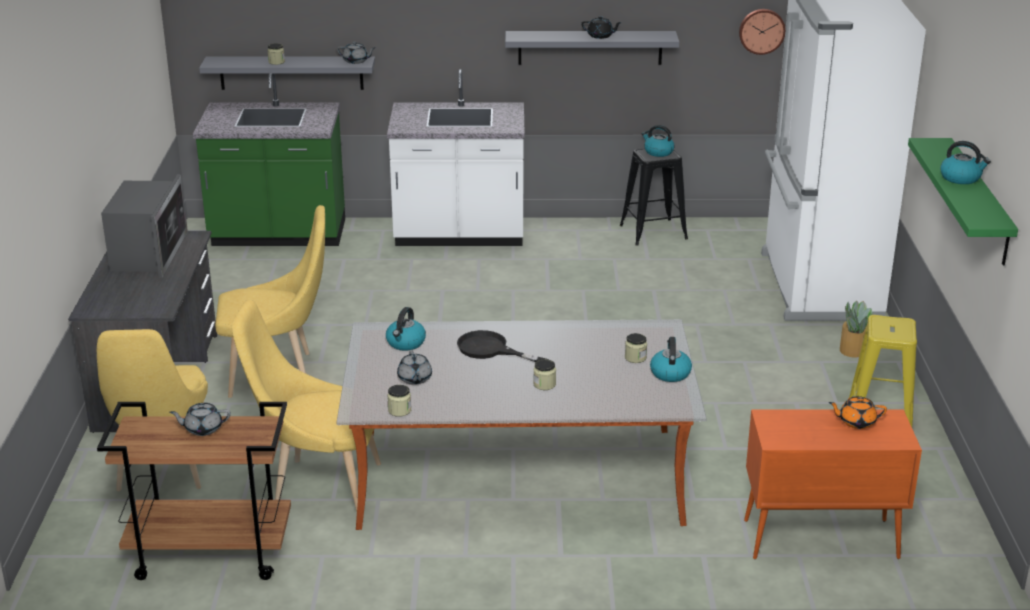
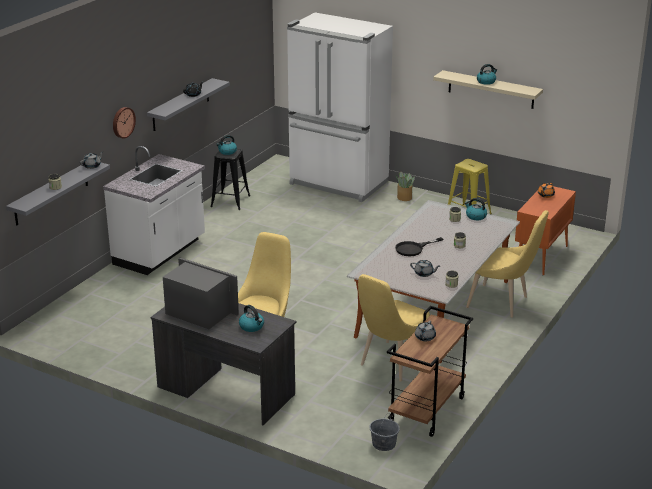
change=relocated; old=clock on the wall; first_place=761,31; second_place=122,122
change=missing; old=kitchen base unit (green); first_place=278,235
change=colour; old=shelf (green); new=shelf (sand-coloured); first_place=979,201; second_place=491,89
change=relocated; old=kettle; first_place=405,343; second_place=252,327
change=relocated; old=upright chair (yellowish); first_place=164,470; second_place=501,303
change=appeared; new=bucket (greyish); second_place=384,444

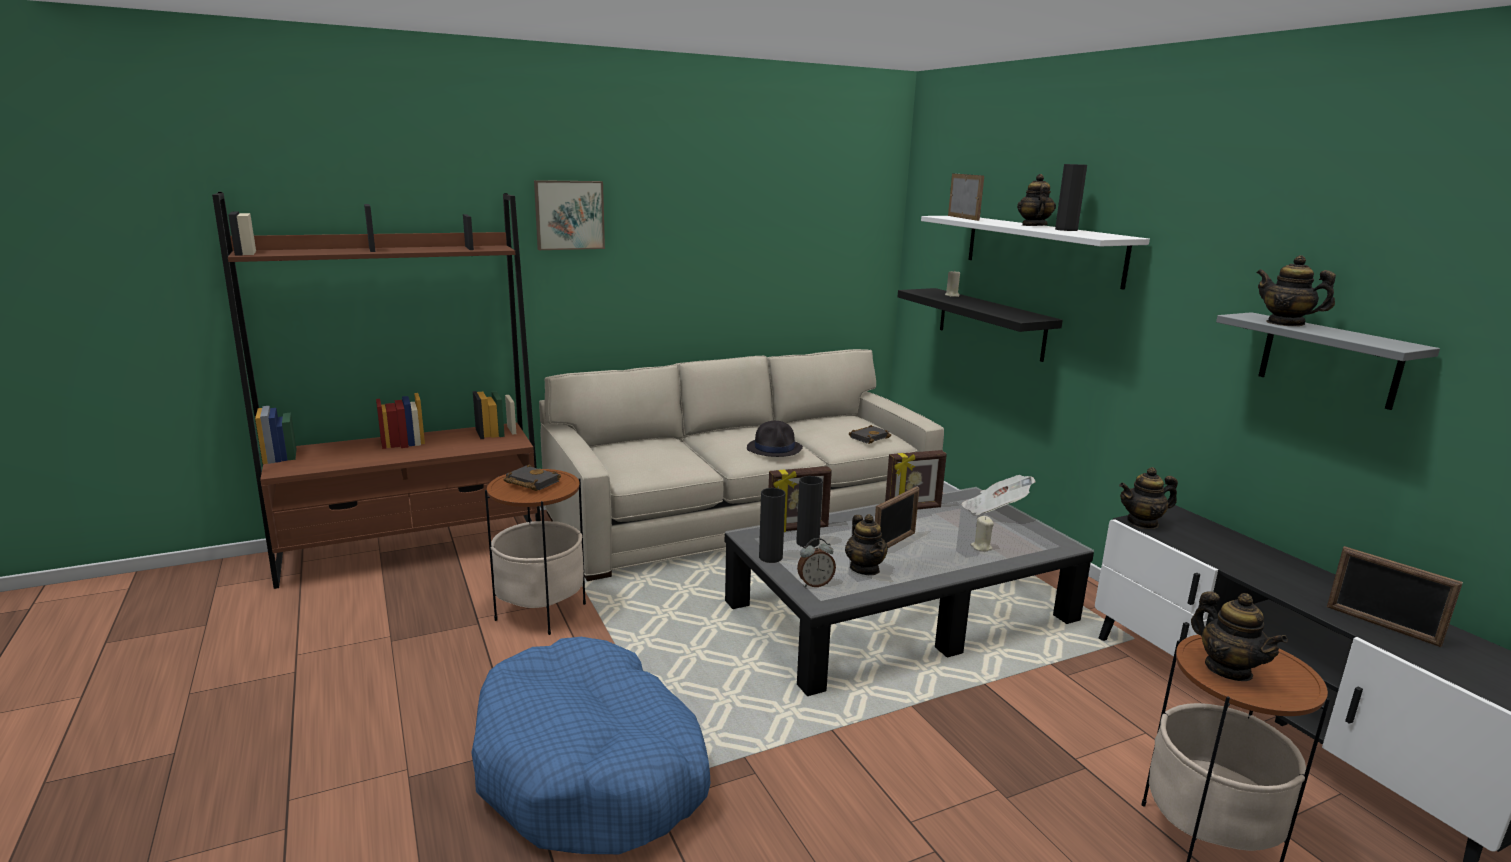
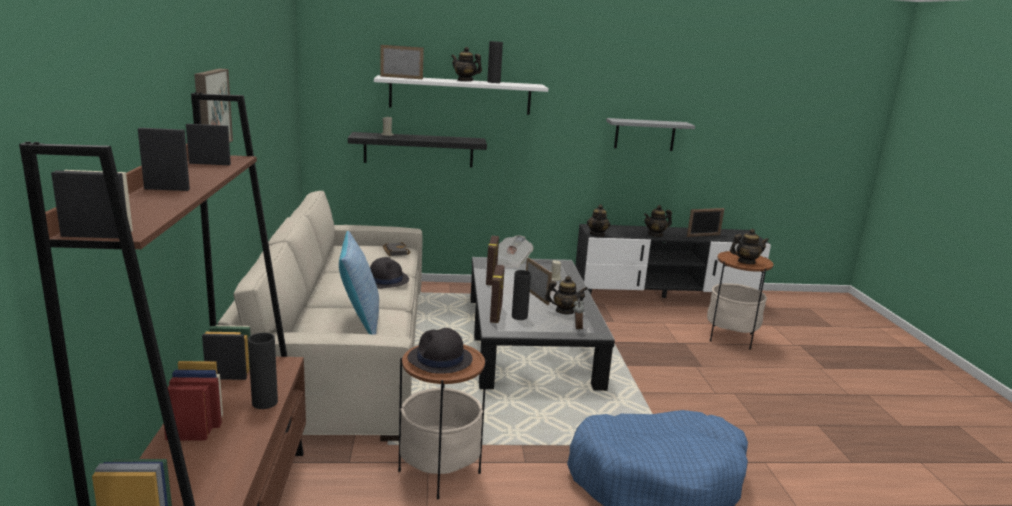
change=relocated; old=tea pot; first_place=1285,323; second_place=655,234
change=exchanged; old=volume (black); new=wearable hat (black); first_place=530,482; second_place=439,360
change=relocated; old=decorative vase (black); first_place=770,557; second_place=265,402
change=appeared; new=pillow; second_place=359,323

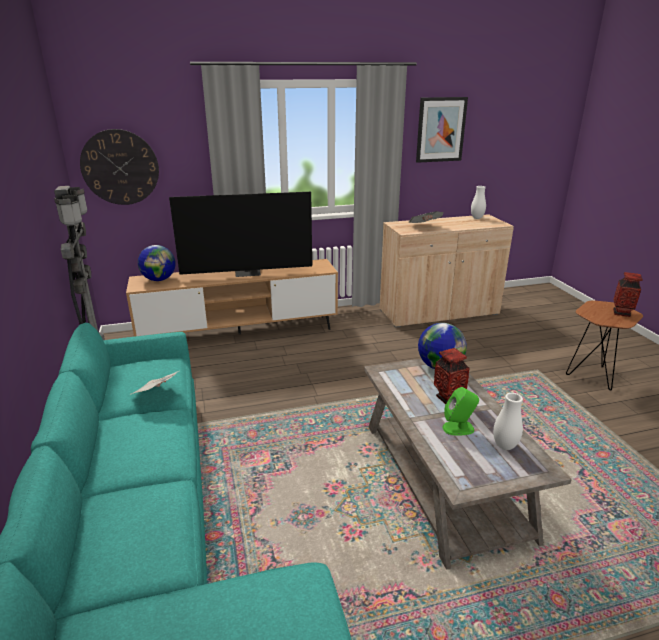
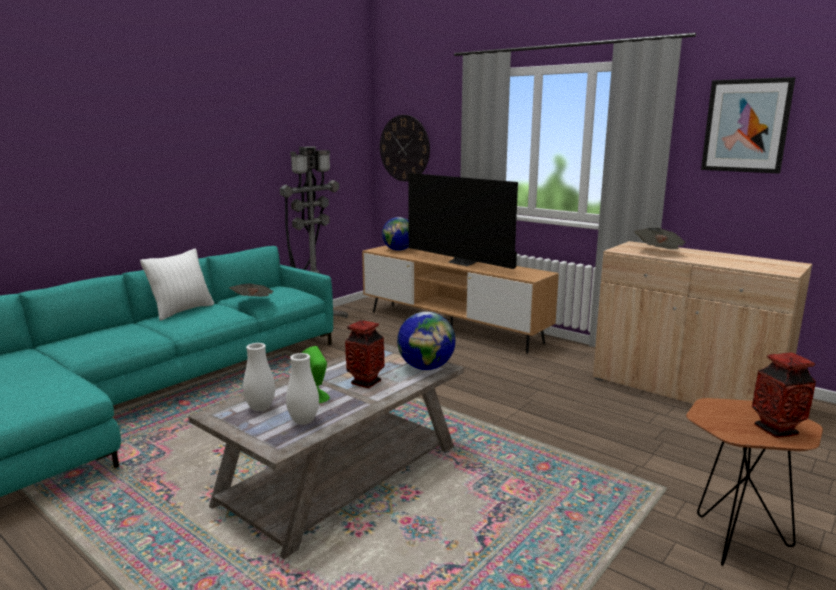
change=relocated; old=decorative vase (white); first_place=477,218; second_place=260,408
change=appeared; new=pillow (white); second_place=182,311

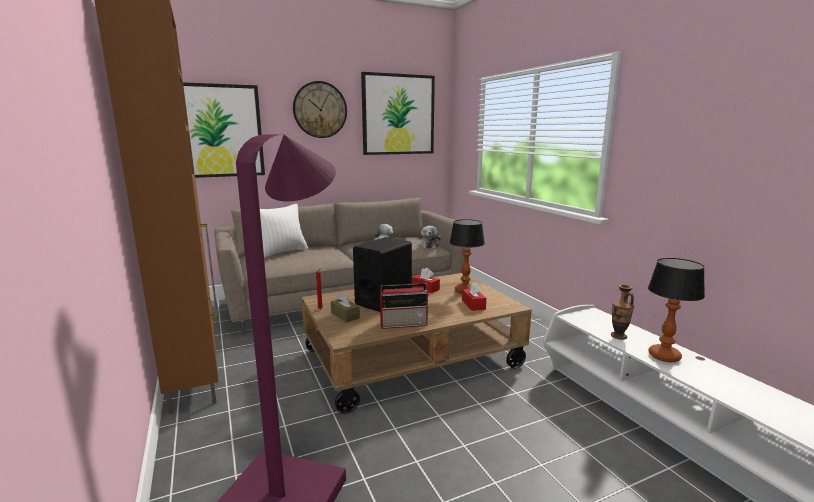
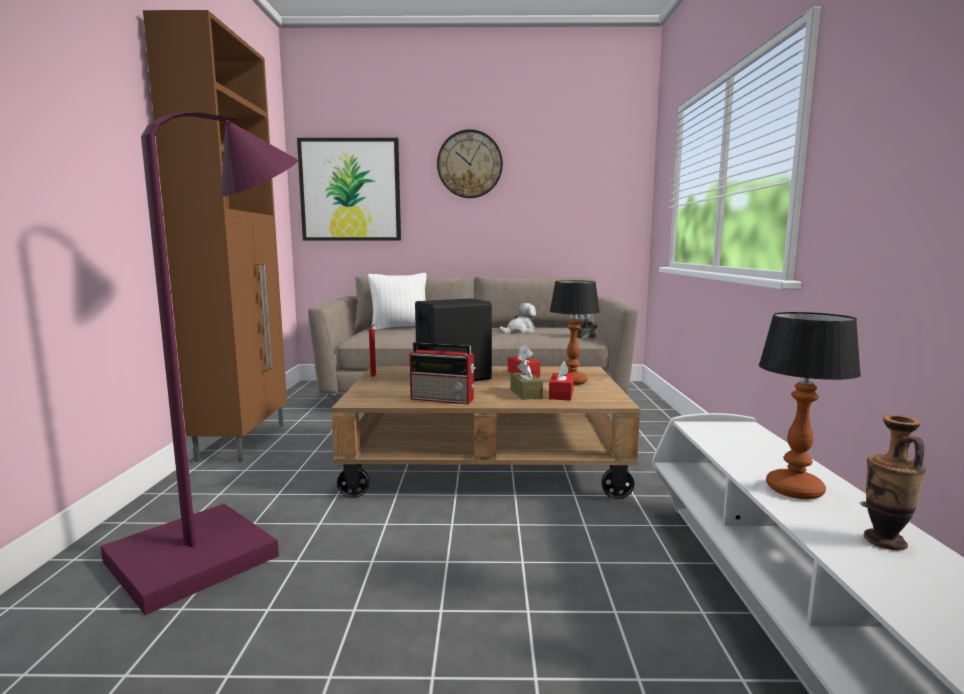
change=missing; old=wall picture; first_place=398,115
change=relocated; old=decorative vase; first_place=618,336; second_place=884,541
change=relocated; old=tissue holder (brownish); first_place=345,315; second_place=526,393

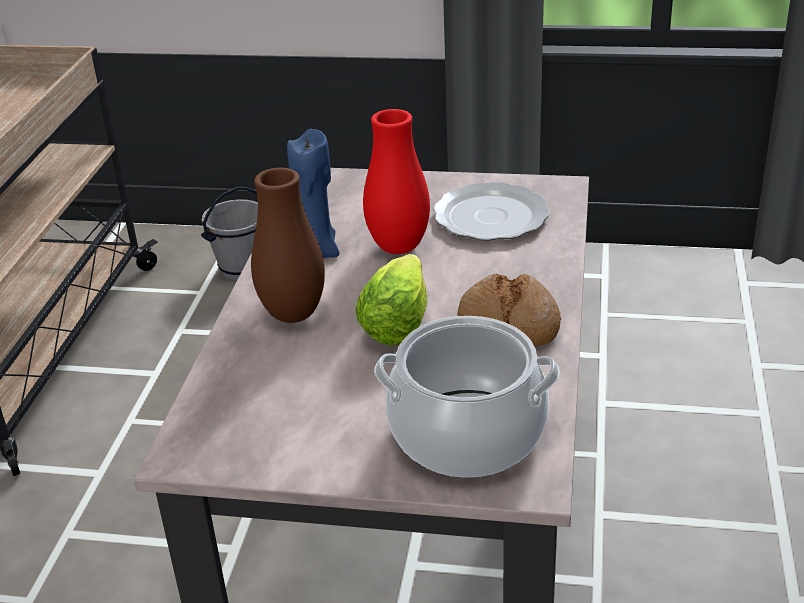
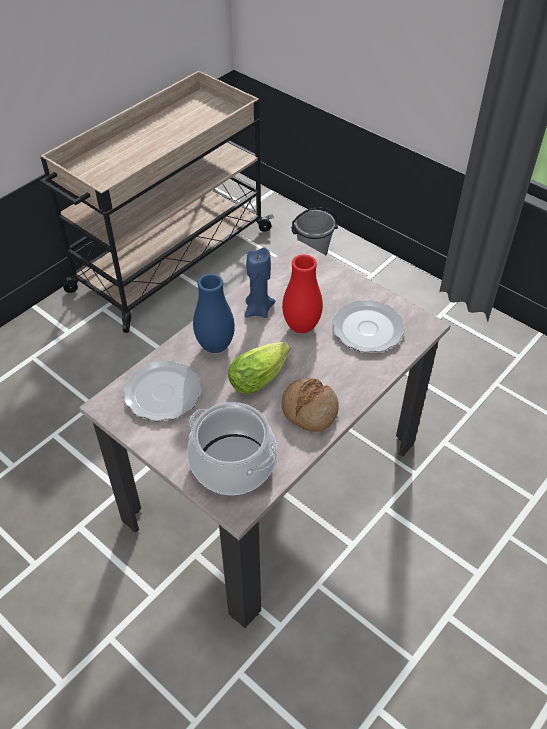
change=colour; old=decorative vase (brownish); new=decorative vase (bluish); first_place=293,314; second_place=215,346
change=appeared; new=dinner plate; second_place=162,393

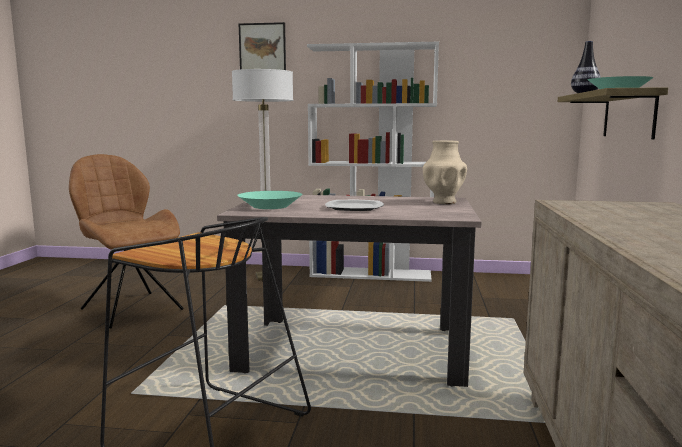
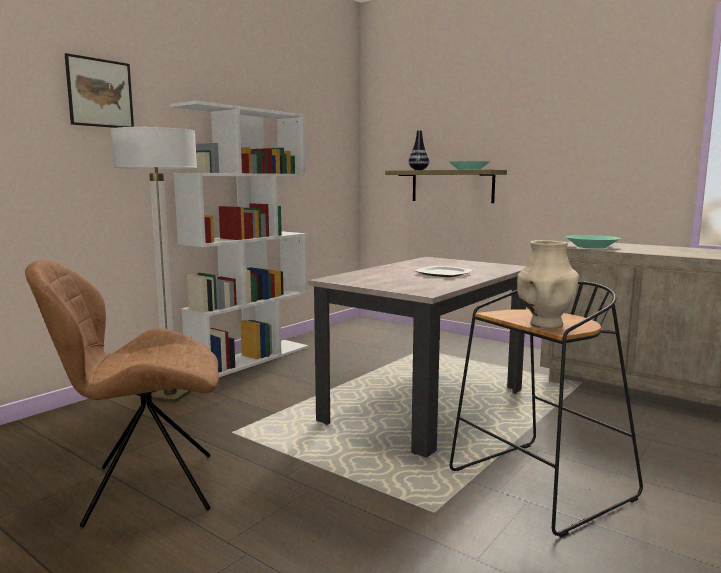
change=relocated; old=decorative vase (sand-coloured); first_place=443,202; second_place=545,324
change=relocated; old=bowl (blue-green); first_place=270,206; second_place=591,247

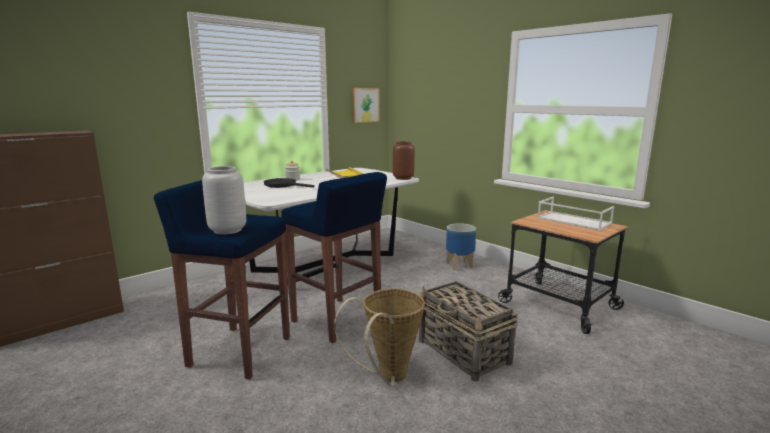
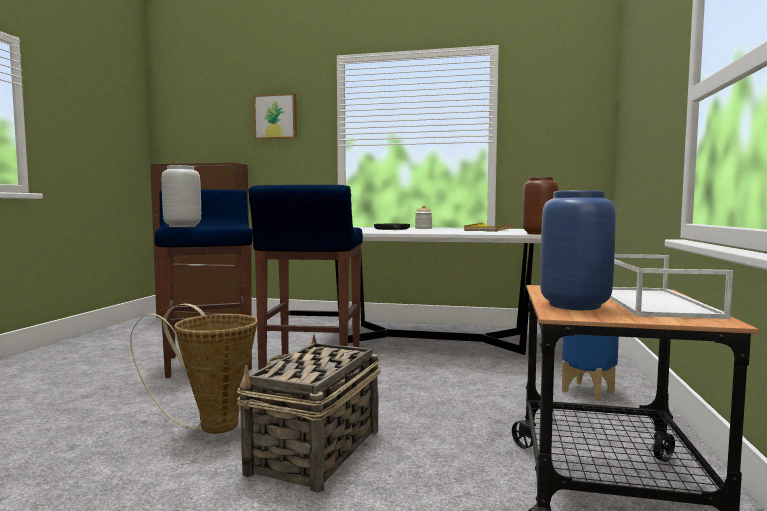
change=relocated; old=wall picture; first_place=364,105; second_place=276,117
change=appeared; new=decorative vase (bluish); second_place=575,305

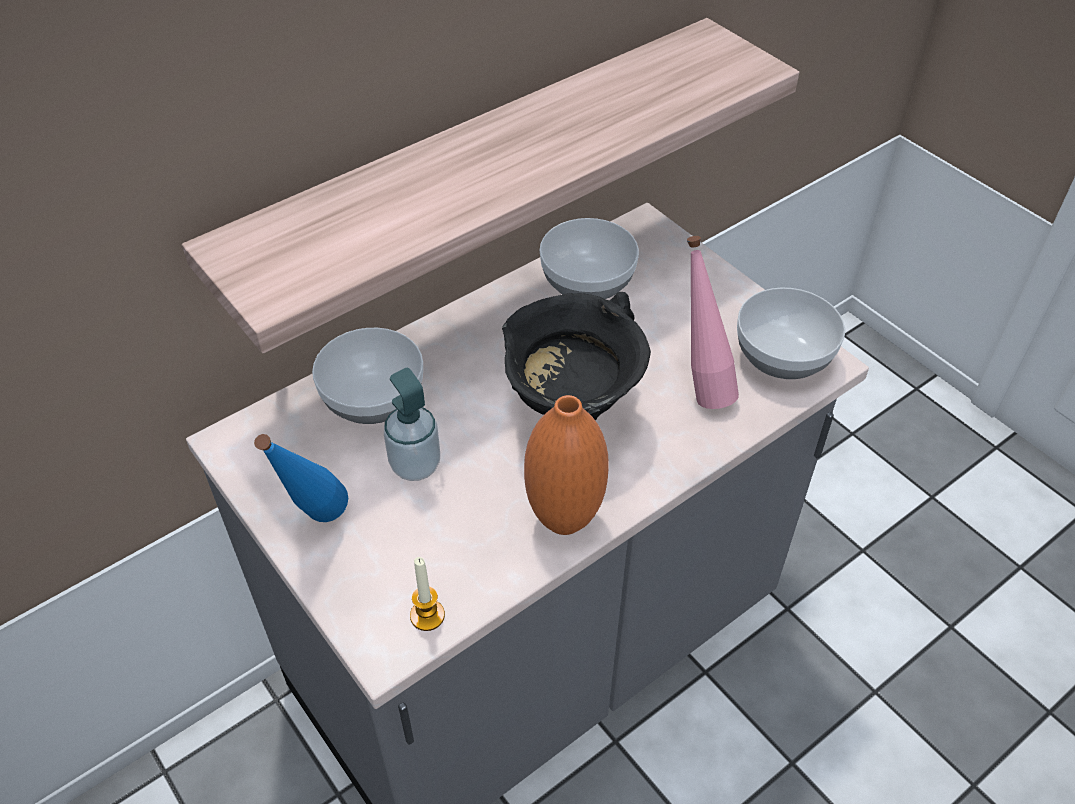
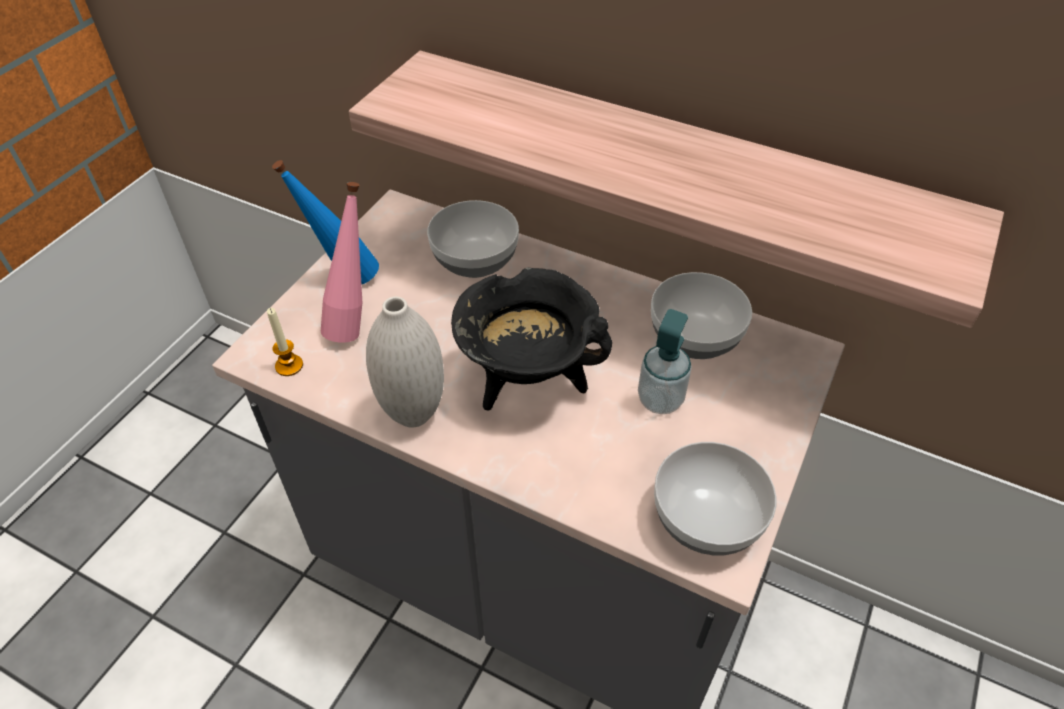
change=relocated; old=beverage bottle (pinkish); first_place=700,387; second_place=355,323
change=relocated; old=soap dispenser; first_place=415,465; second_place=660,400
change=colour; old=decorative vase (orange-coloured); new=decorative vase (white); first_place=564,519; second_place=413,414

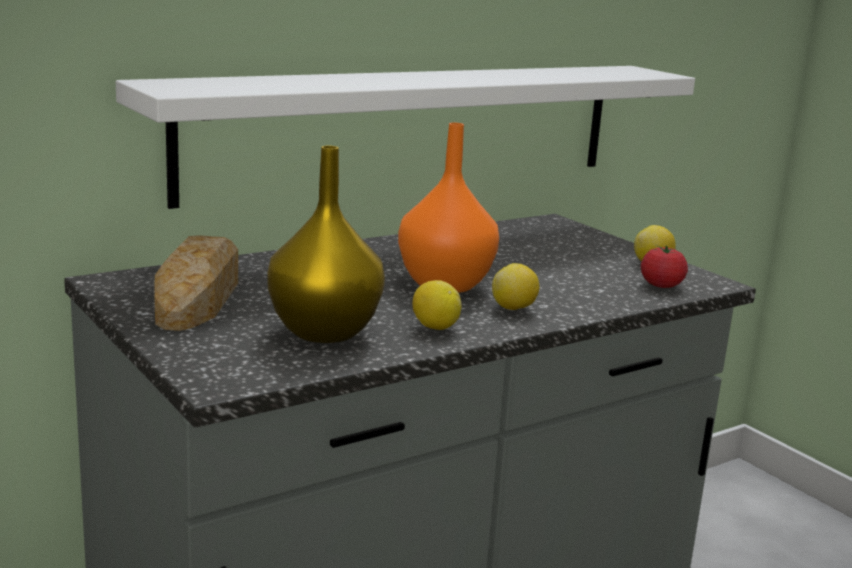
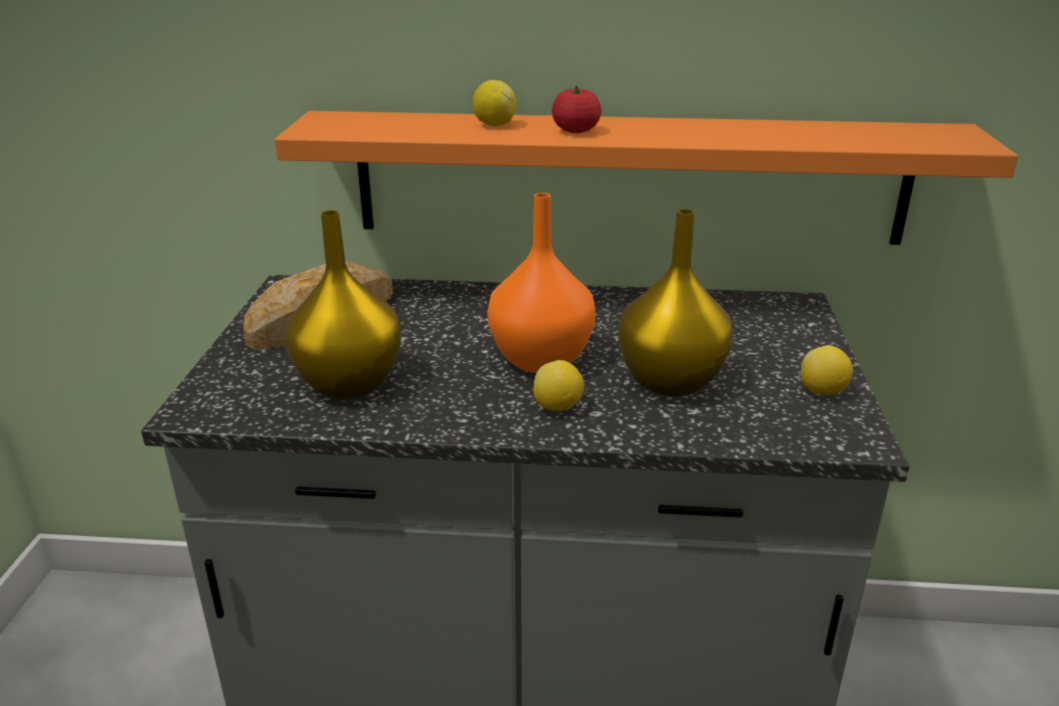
change=colour; old=shelf (white); new=shelf (orange-coloured); first_place=411,128; second_place=629,178
change=relocated; old=whole tomato; first_place=661,285; second_place=576,131
change=relocated; old=lemon; first_place=434,327; second_place=494,125
change=appeared; new=decorative vase (yellowish); second_place=669,380

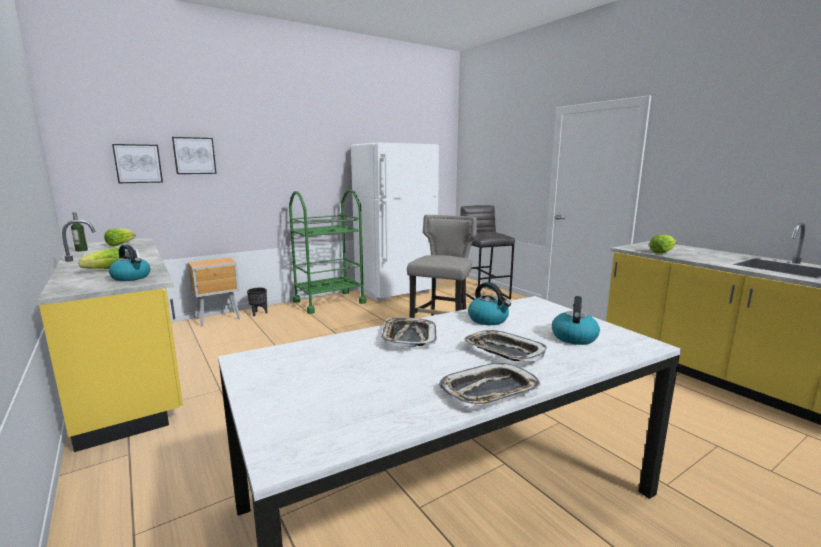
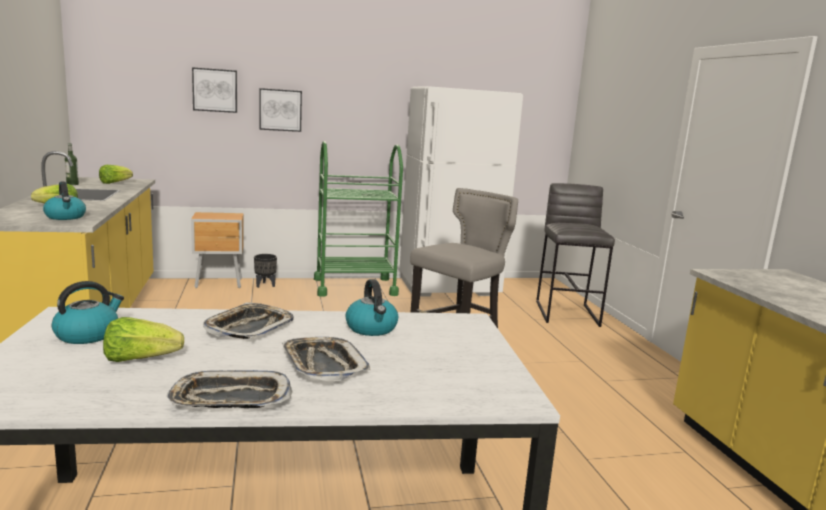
change=relocated; old=wall picture; first_place=138,163; second_place=280,110
change=relocated; old=head of lettuce; first_place=662,252; second_place=140,359
change=relocated; old=kettle; first_place=574,337; second_place=88,334

